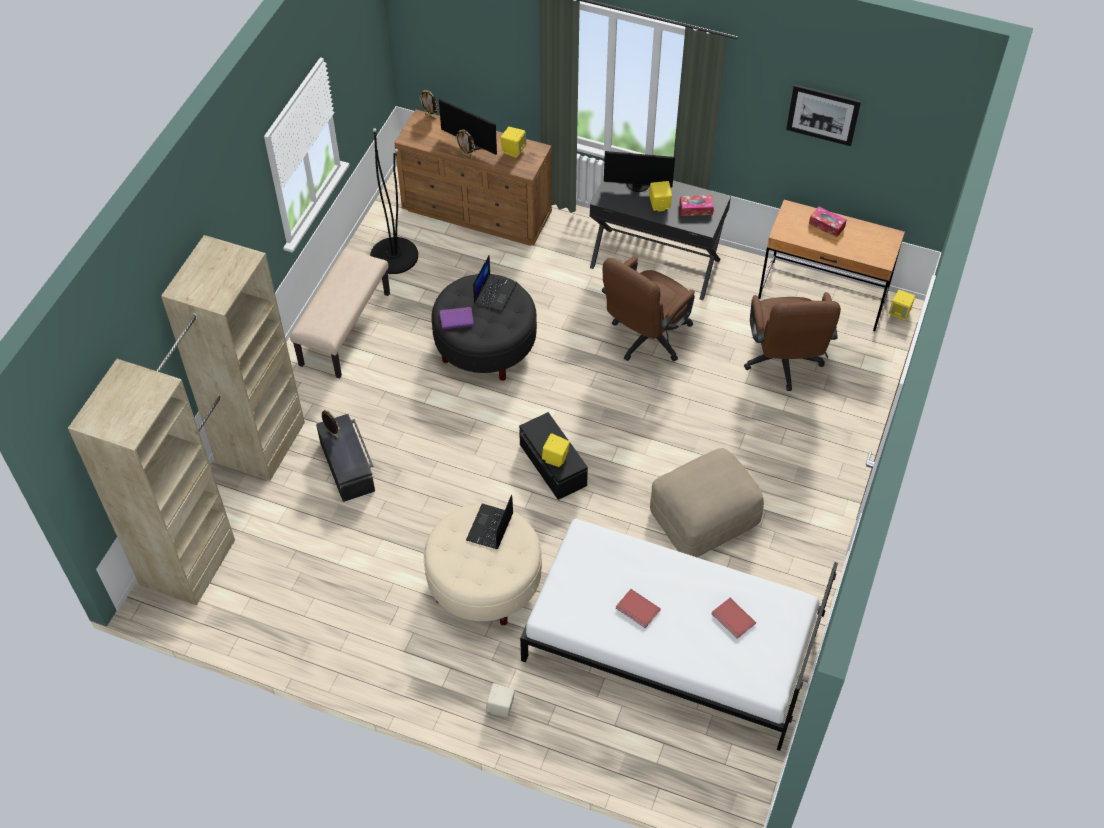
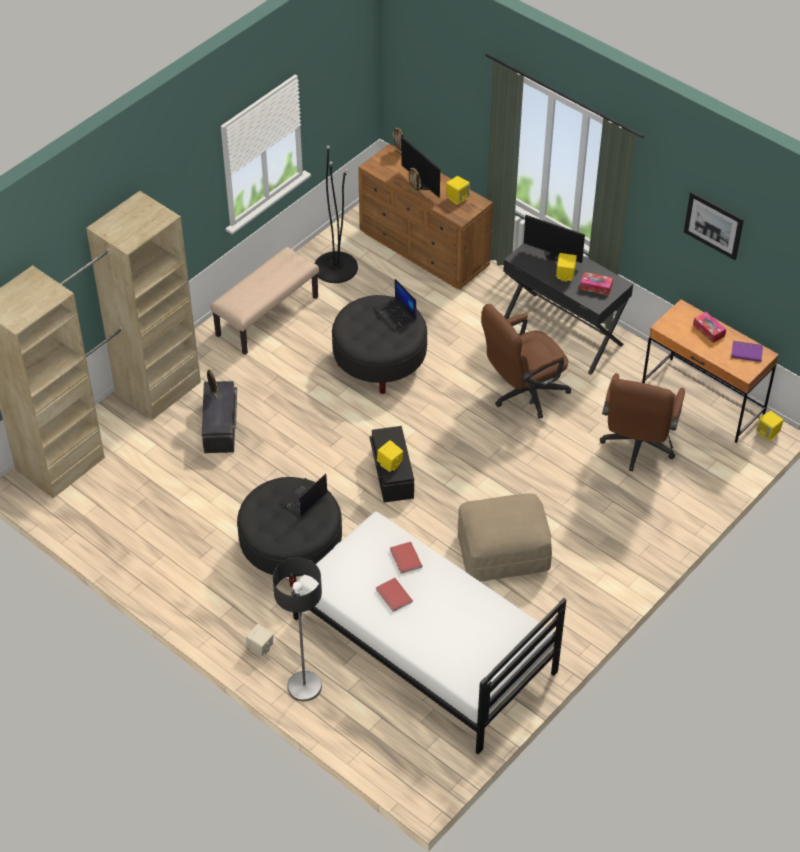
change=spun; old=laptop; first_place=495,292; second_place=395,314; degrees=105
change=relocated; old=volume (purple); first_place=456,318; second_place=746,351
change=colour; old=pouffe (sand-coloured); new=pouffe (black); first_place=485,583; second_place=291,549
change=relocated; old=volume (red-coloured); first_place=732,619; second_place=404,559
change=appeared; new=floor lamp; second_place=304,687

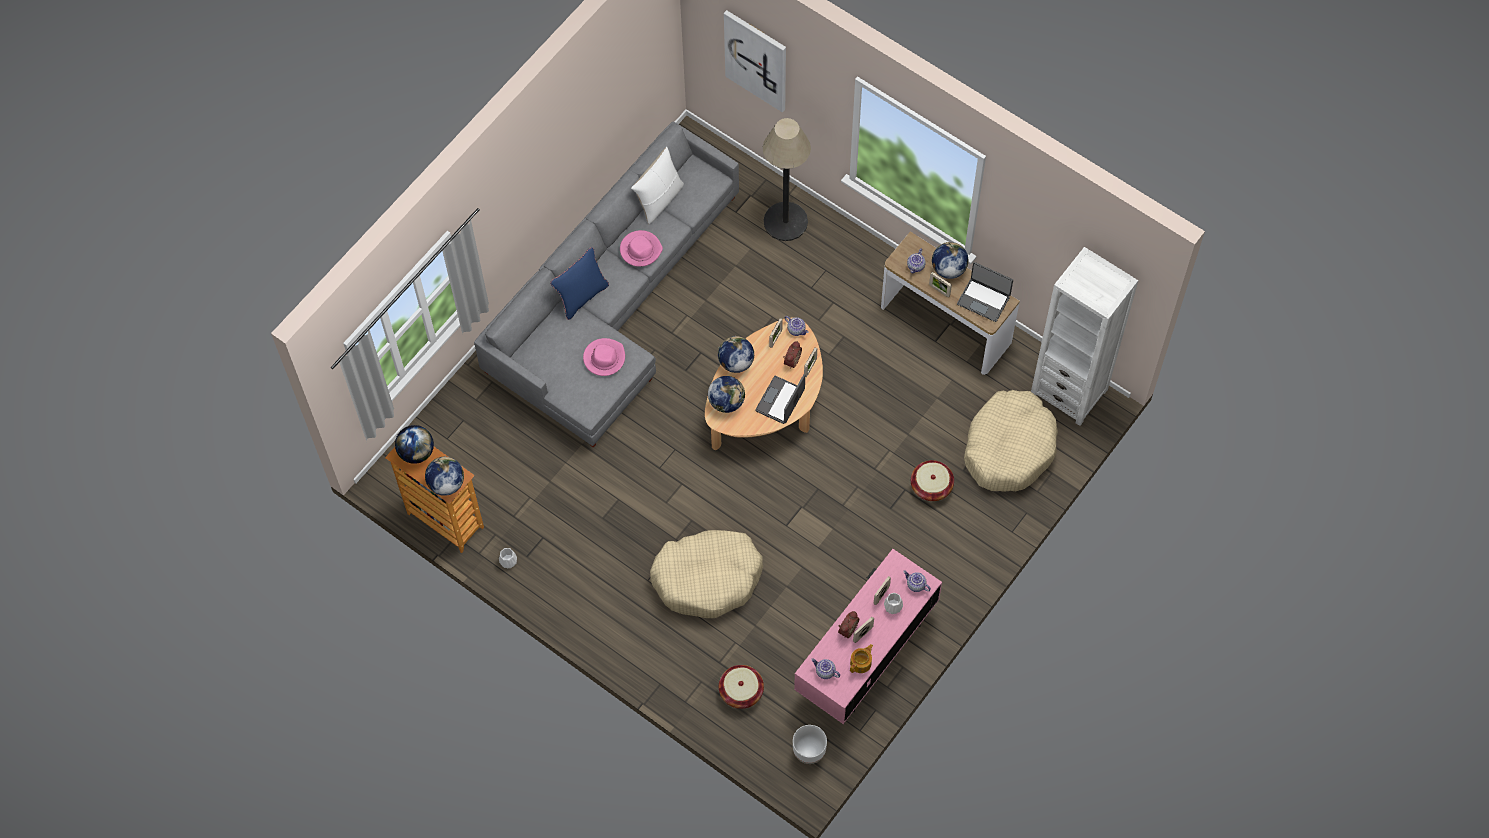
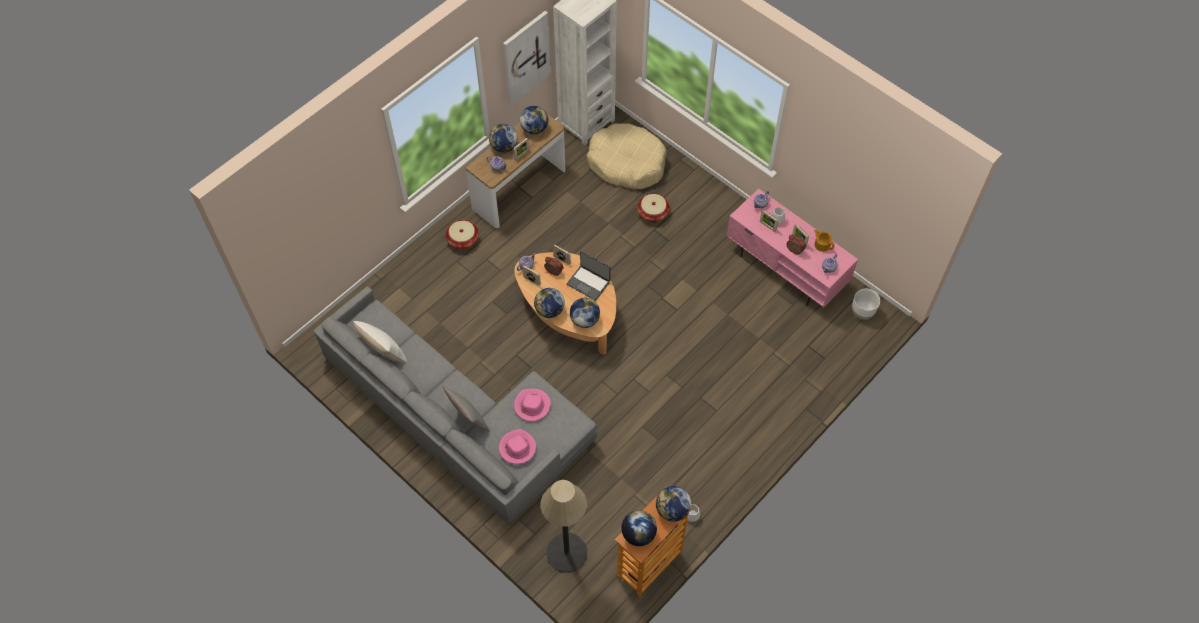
change=relocated; old=wall picture; first_place=756,59; second_place=526,57
change=relocated; old=floor lamp; first_place=785,221; second_place=566,552
change=relocated; old=wearable hat (pinkish); first_place=640,249; second_place=517,448
change=colour; old=pillow (bluish); new=pillow (greyish); first_place=582,297; second_place=468,420
change=exchanged; old=laptop; new=desk globe; first_place=984,299; second_place=534,128
change=missing; old=dog bed (sand-coloured); first_place=707,578
change=relocated; old=basket; first_place=741,691; second_place=463,240

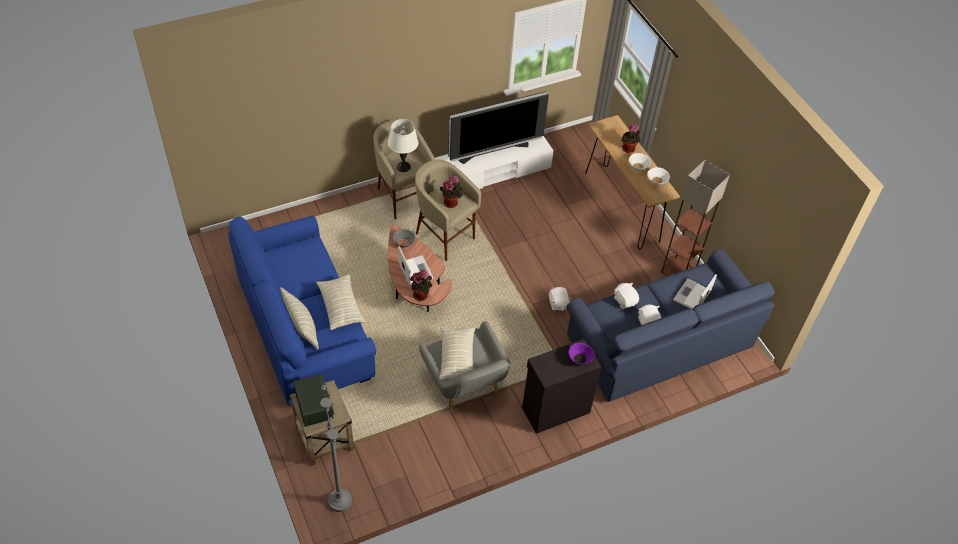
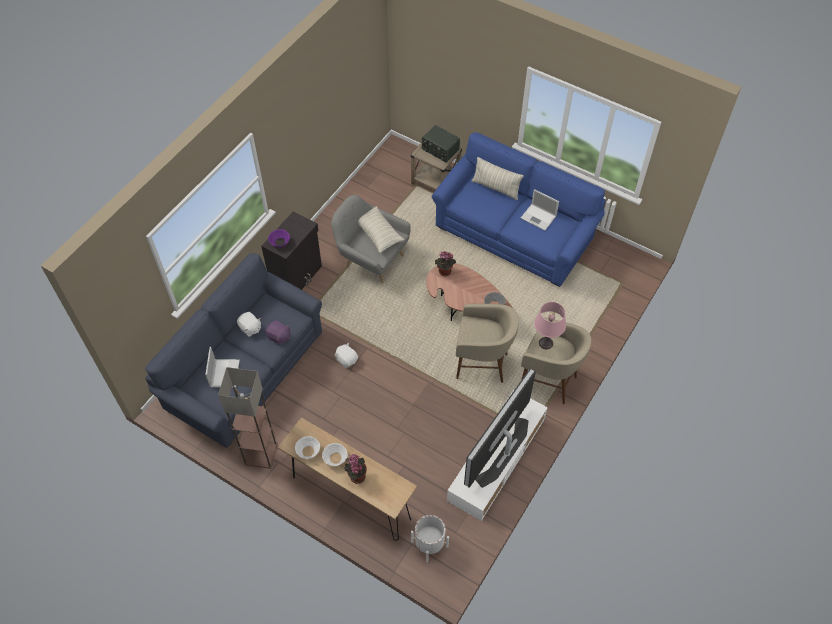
change=colour; old=tabletop lamp (white); new=tabletop lamp (pinkish); first_place=403,166; second_place=546,343
change=missing; old=houseplant; first_place=451,202
change=relocated; old=laptop; first_place=415,270; second_place=539,217
change=missing; old=pillow; first_place=340,307
change=colour; old=soft toy (white); new=soft toy (purple); first_place=625,300; second_place=279,337
change=missing; old=floor lamp (greyish); first_place=340,501
change=appeared; new=plant pot (white); second_place=429,544

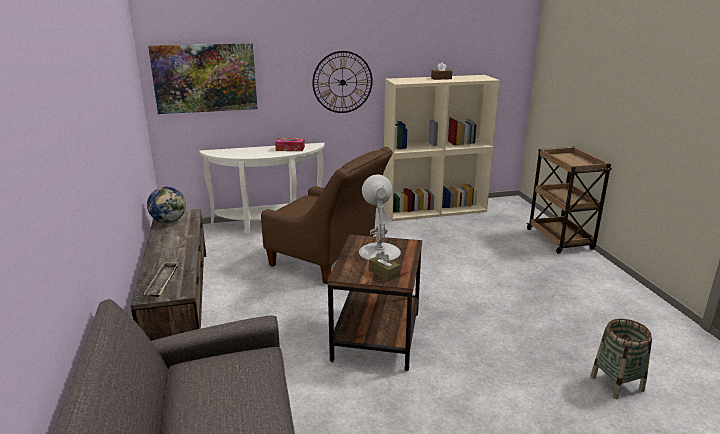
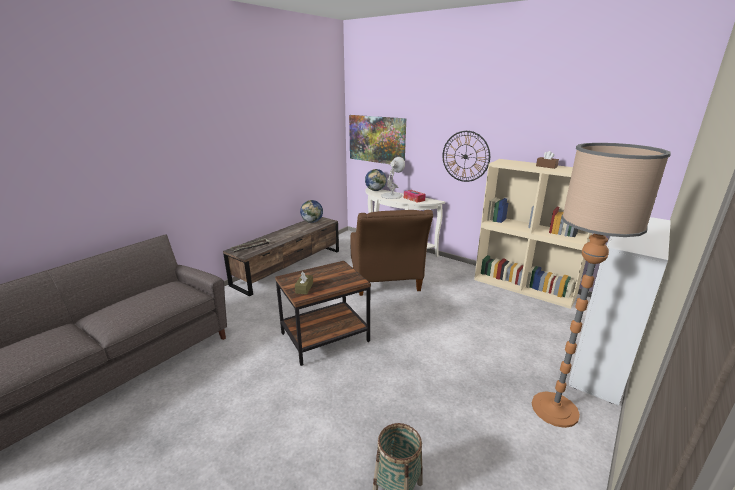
change=exchanged; old=cart (brownish); new=cabinet (white); first_place=560,240; second_place=600,365
change=relocated; old=tabletop lamp (white); first_place=379,251; second_place=391,195
change=appeared; new=floor lamp; second_place=554,409
change=appeared; new=desk globe; second_place=375,190

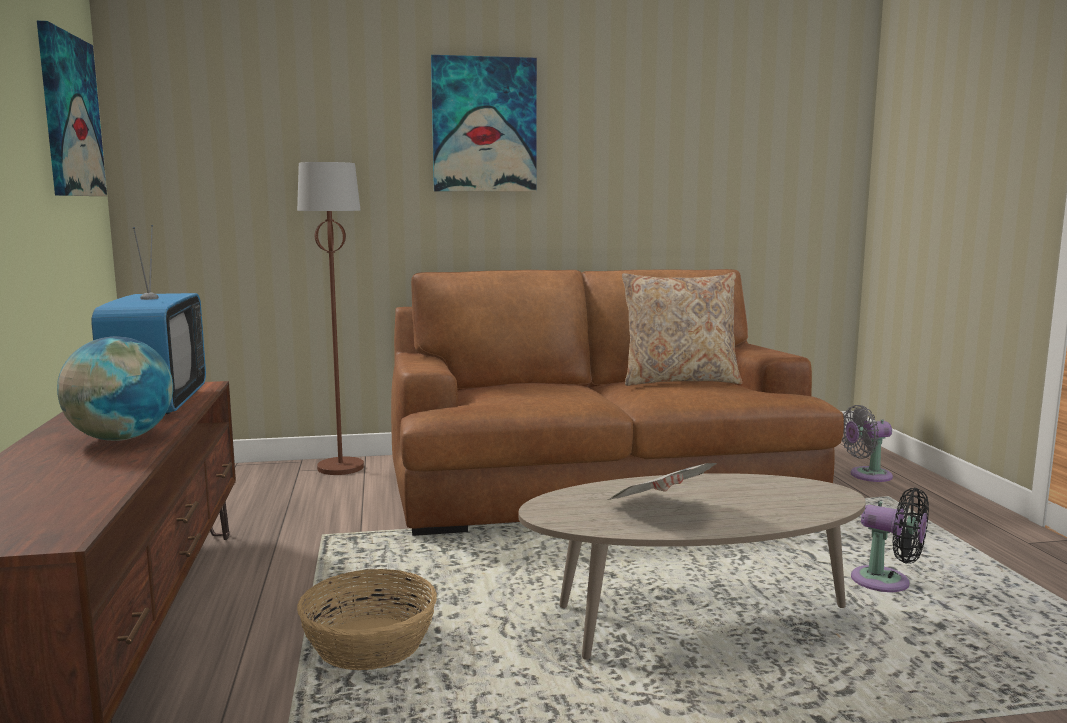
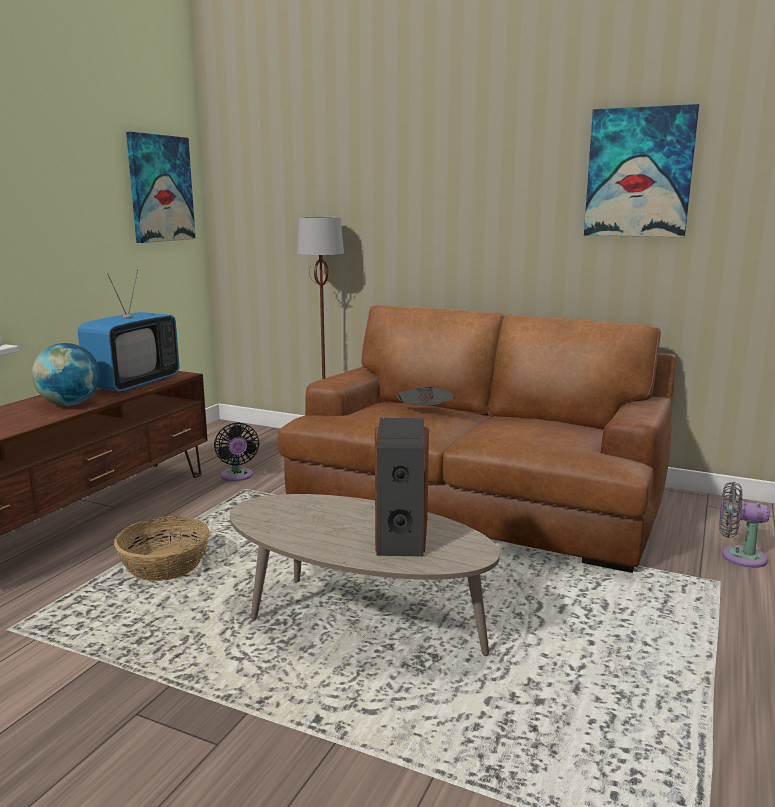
change=relocated; old=wall picture; first_place=484,125; second_place=639,173
change=missing; old=pillow (sand-coloured); first_place=679,380
change=relocated; old=printed paper; first_place=659,509; second_place=425,413
change=relocated; old=electric fan (black); first_place=887,582; second_place=237,476
change=appeared; new=audio speaker; second_place=400,535

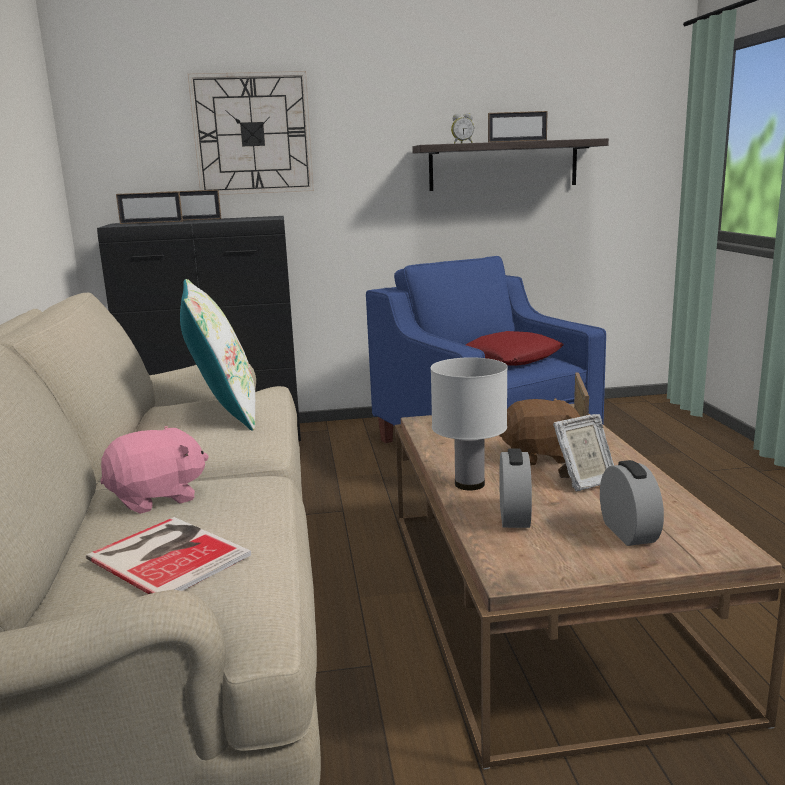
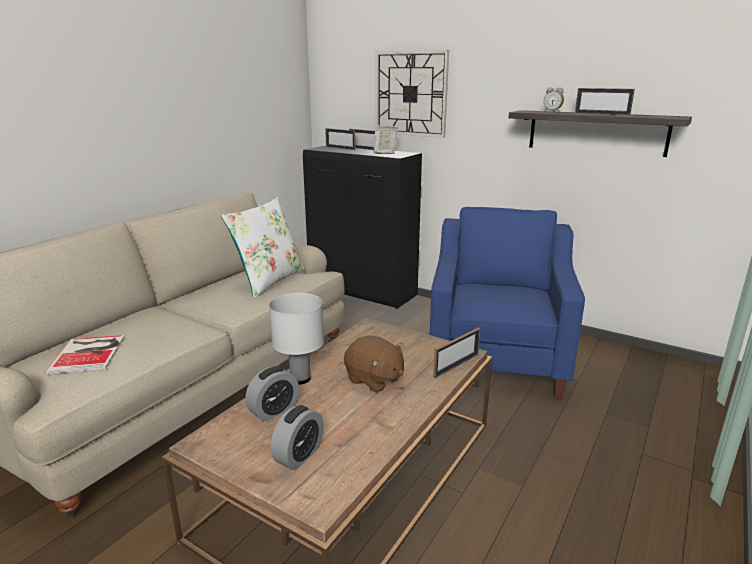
change=missing; old=pillow (red-coloured); first_place=511,358
change=relocated; old=photo frame; first_place=584,482; second_place=384,153
change=missing; old=soft toy (pinkish); first_place=157,498

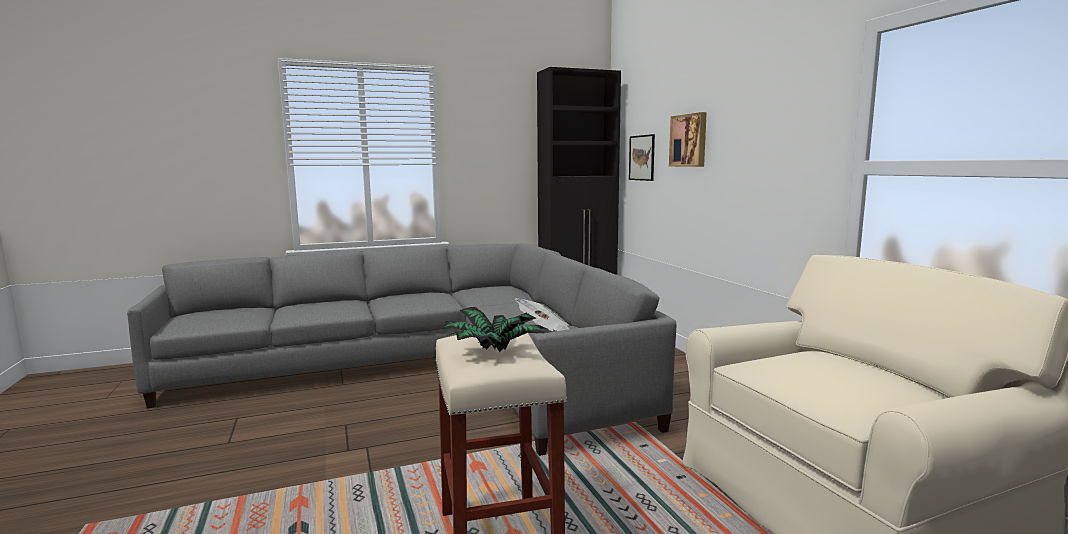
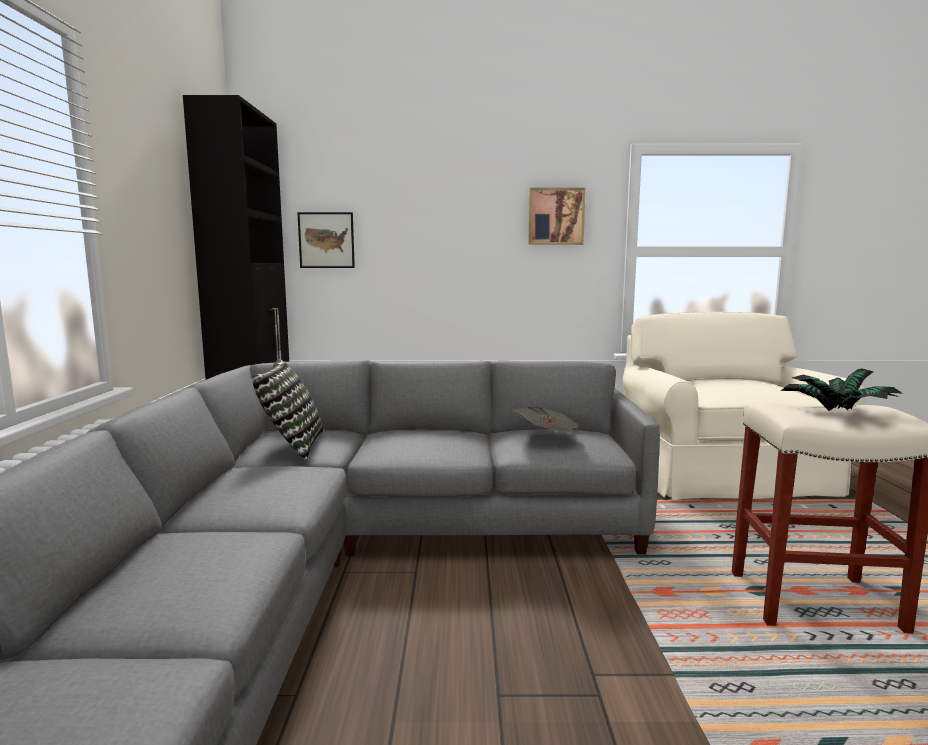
change=relocated; old=wall picture; first_place=689,140; second_place=555,216
change=appeared; new=pillow; second_place=292,445

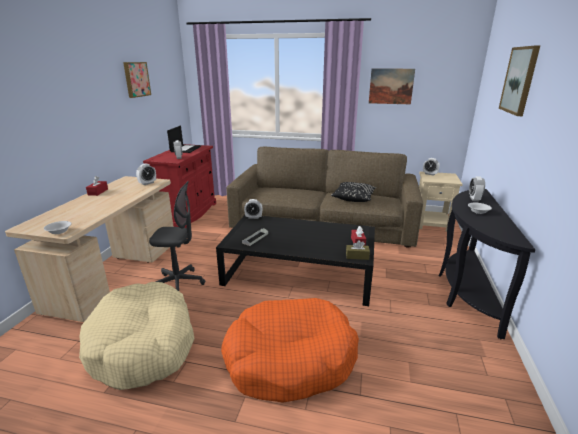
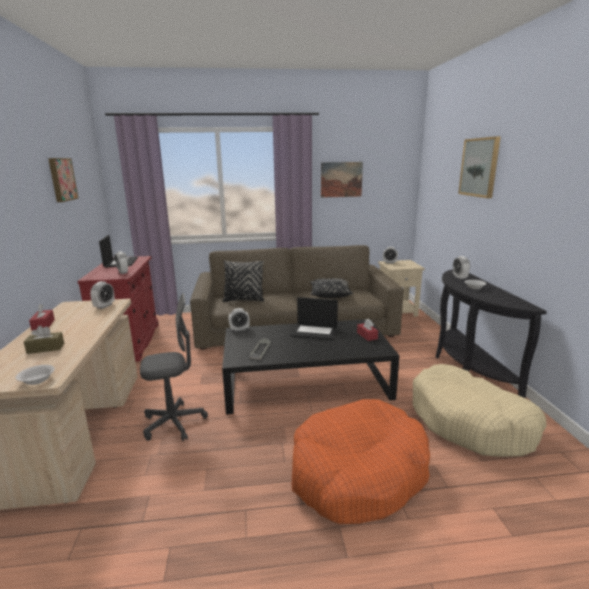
change=relocated; old=tissue holder (brownish); first_place=357,256; second_place=46,348
change=relocated; old=dog bed (sand-coloured); first_place=143,344; second_place=470,422
change=appeared; new=pillow (black); second_place=244,300
change=appeared; new=laptop; second_place=315,331

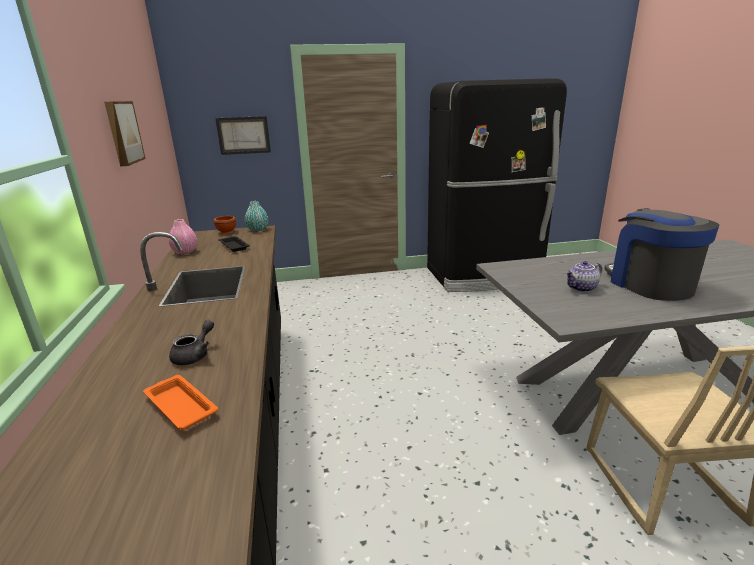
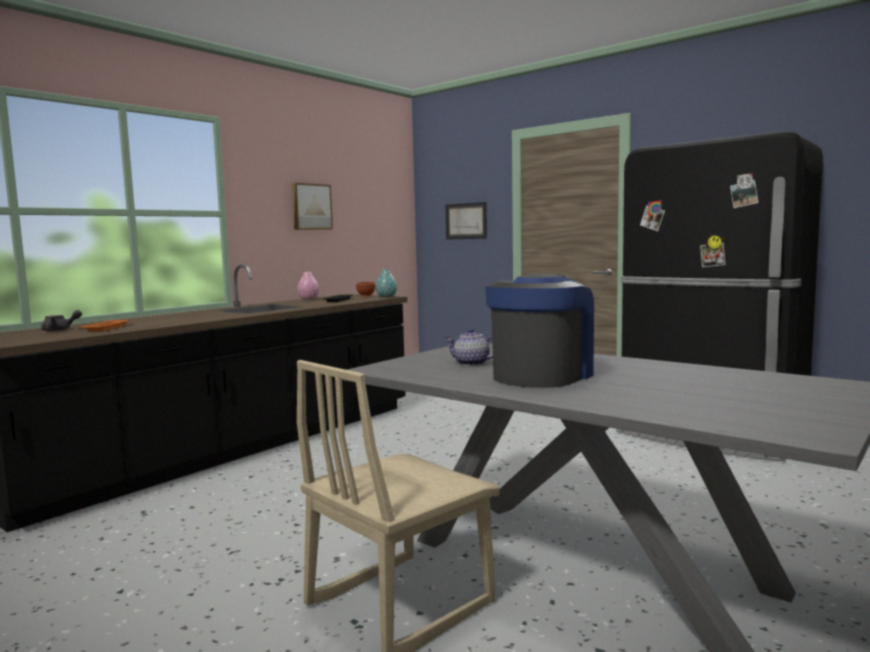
change=relocated; old=tea pot (greyish); first_place=195,355; second_place=60,330

